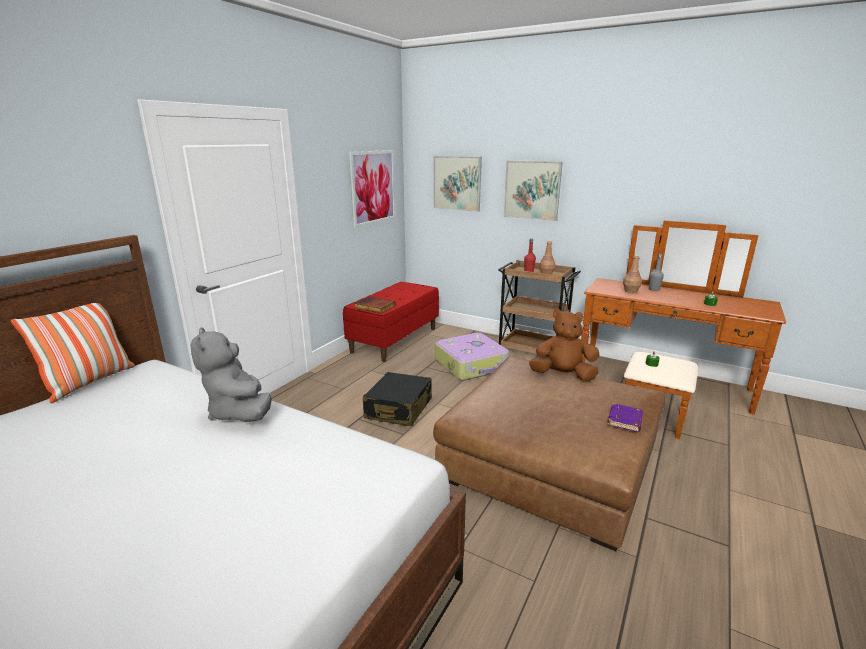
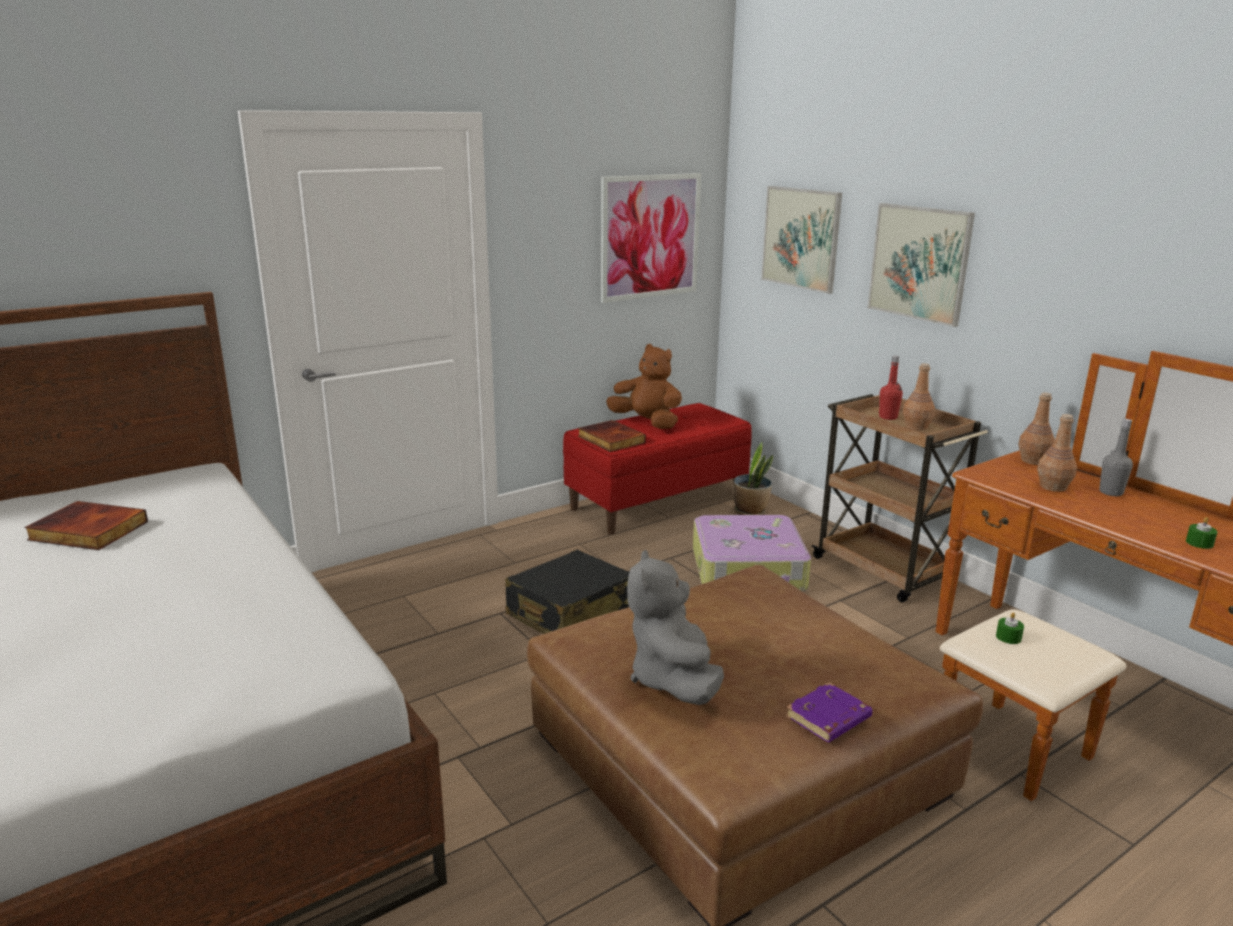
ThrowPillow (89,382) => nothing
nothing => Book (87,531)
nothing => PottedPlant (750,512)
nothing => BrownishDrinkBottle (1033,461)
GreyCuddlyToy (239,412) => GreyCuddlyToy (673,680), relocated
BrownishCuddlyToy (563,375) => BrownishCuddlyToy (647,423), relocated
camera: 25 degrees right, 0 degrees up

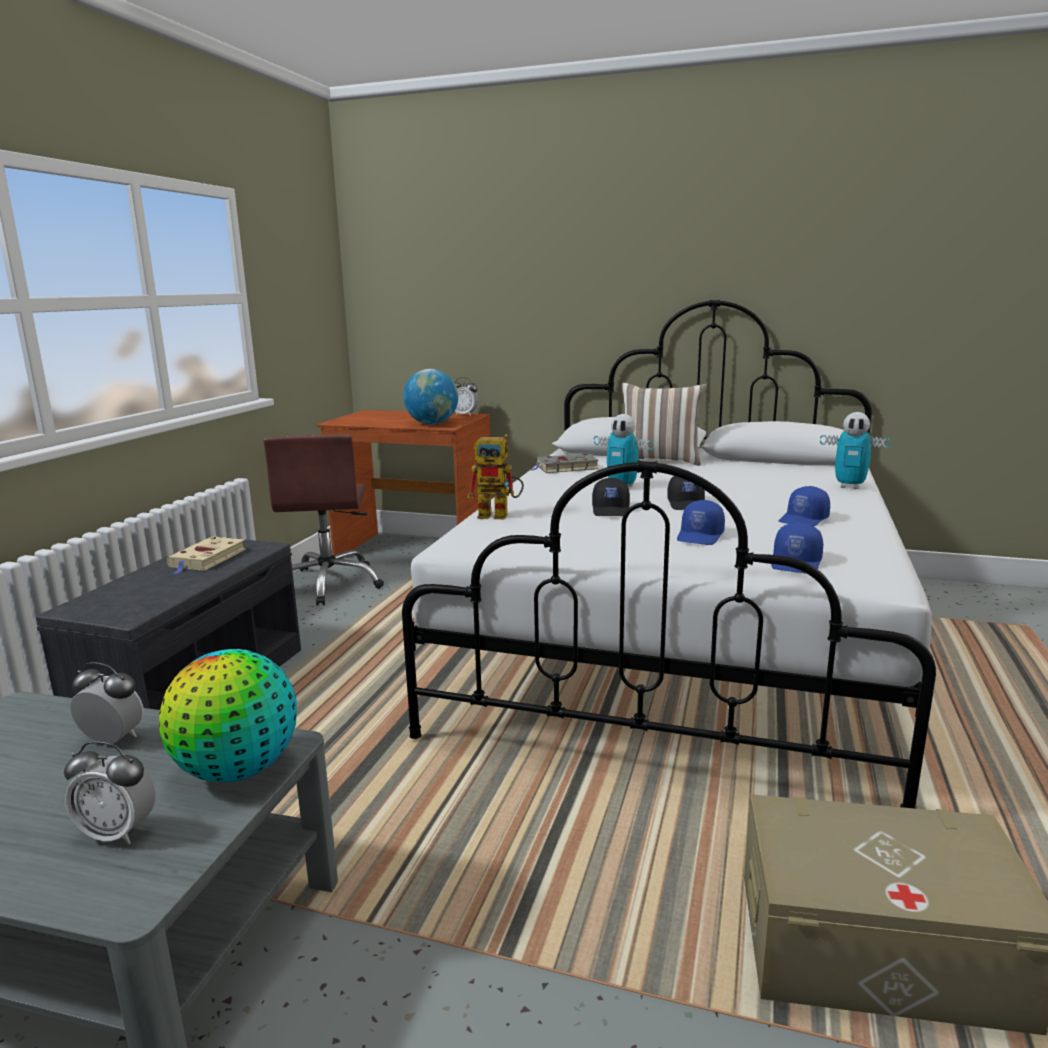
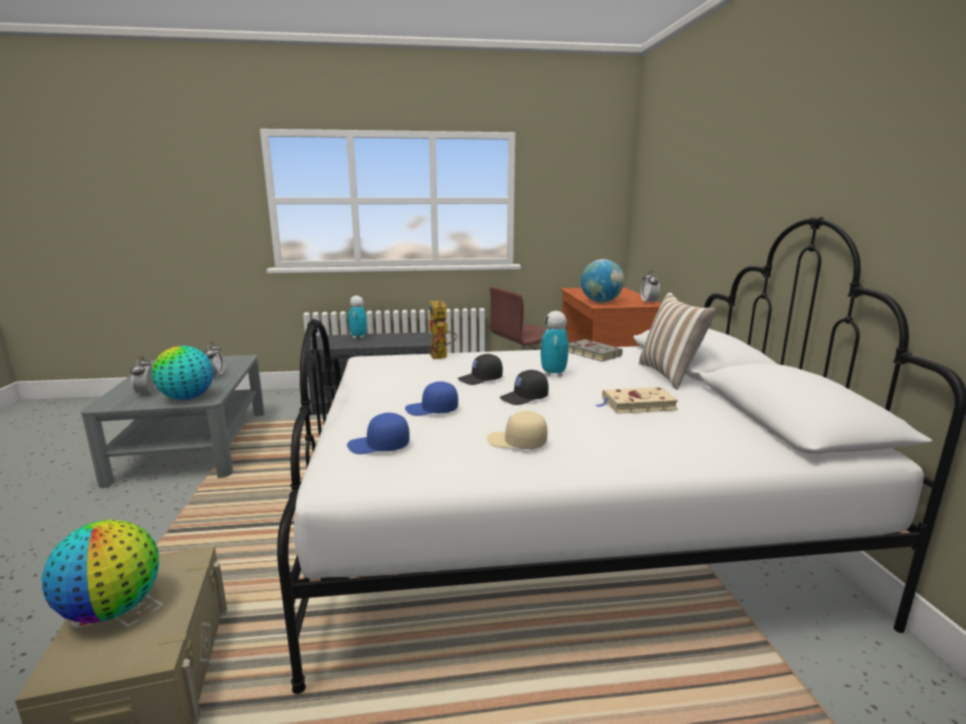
nothing => Globe (113,609)
BeigeBook (207,559) => BeigeBook (636,405), relocated
ToyRobot (849,486) => ToyRobot (358,337), relocated
BlueColouredCap (804,520) => BeigeCap (516,442)
camera: 65 degrees right, 0 degrees up

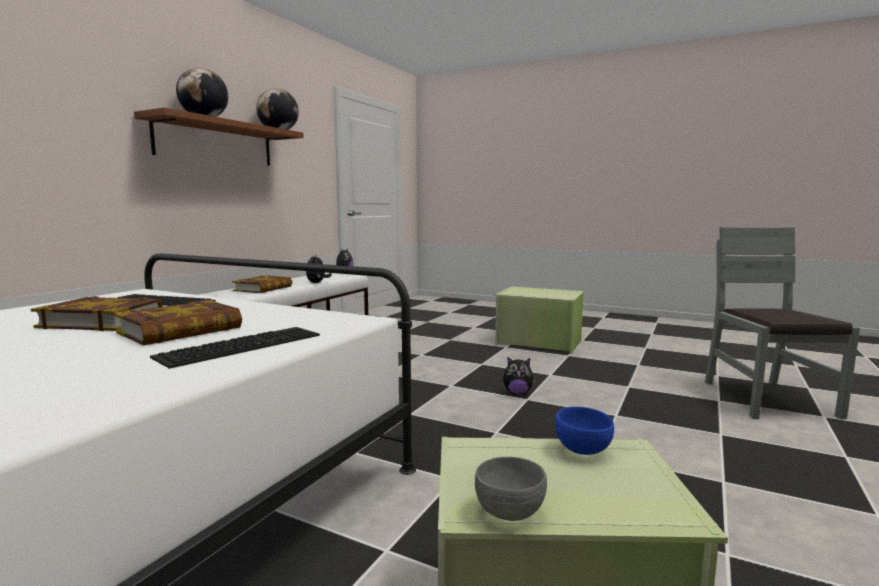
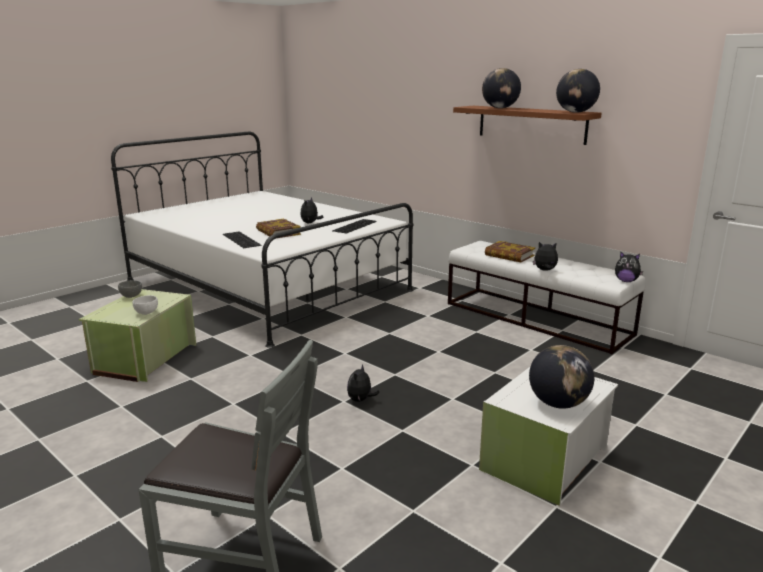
nothing => Globe (558,404)
Book (102,321) => CuddlyToy (310,223)
GreenColouredStorageBox (538,341) => WhitishStorageBox (546,460)
BlueColouredServingBowl (582,450) => WhitishServingBowl (147,313)
camera: 105 degrees right, 10 degrees up

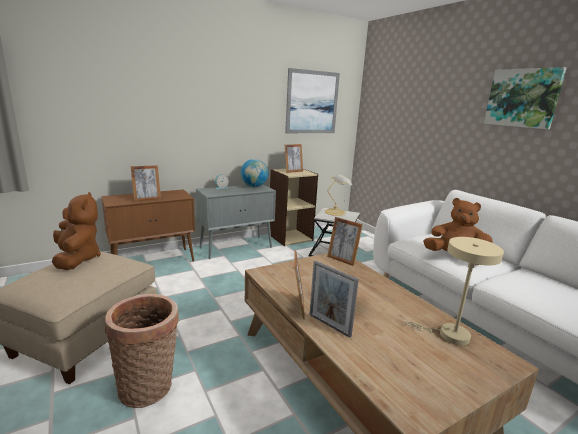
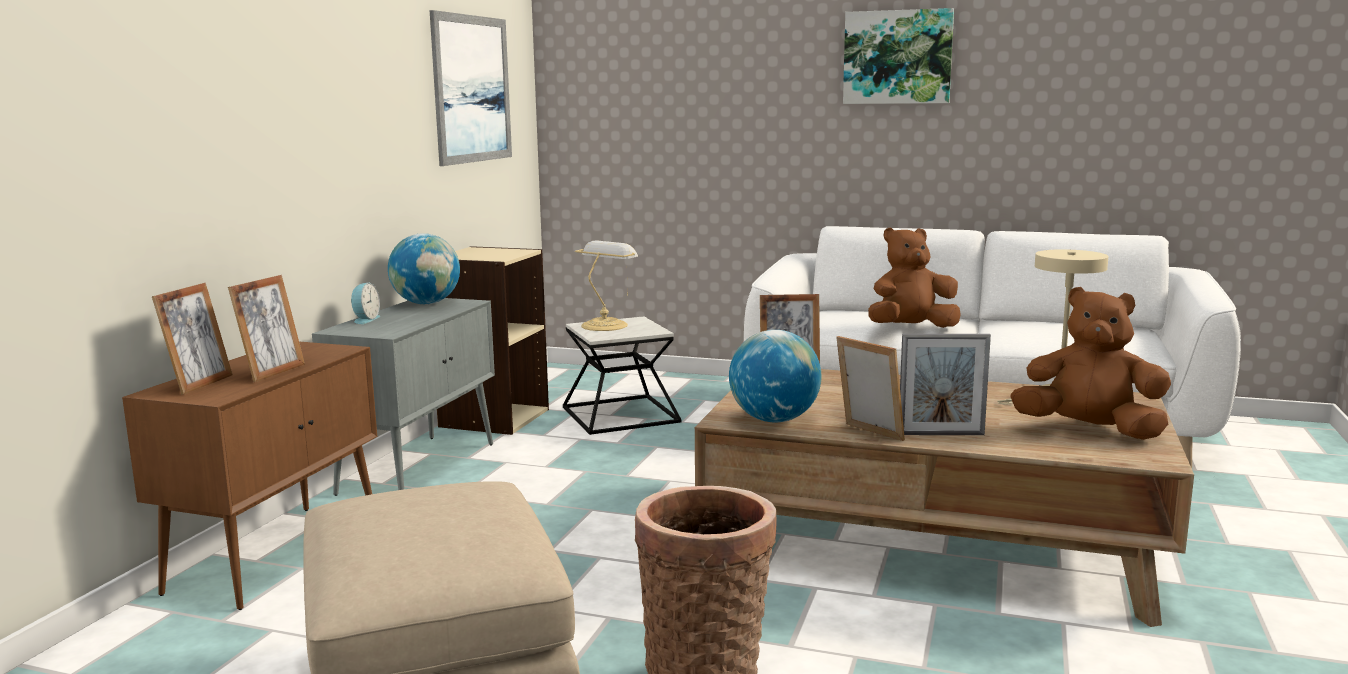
nothing => Globe (774,420)
BrownishCuddlyToy (77,259) => BrownishCuddlyToy (1089,431), relocated
StandingFrame (293,171) => StandingFrame (199,384), relocated
camera: 40 degrees left, 5 degrees down

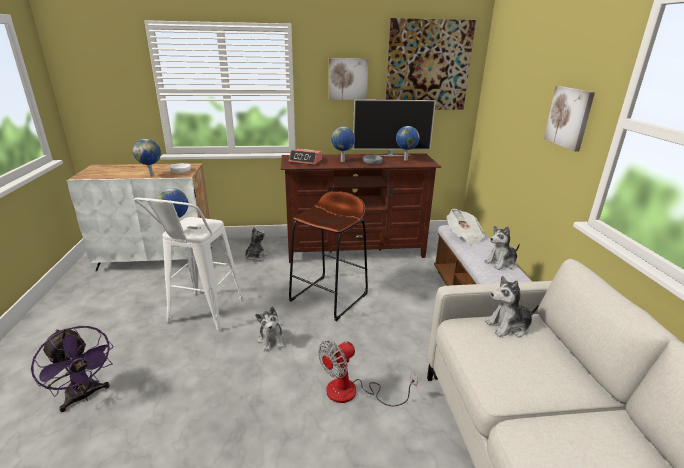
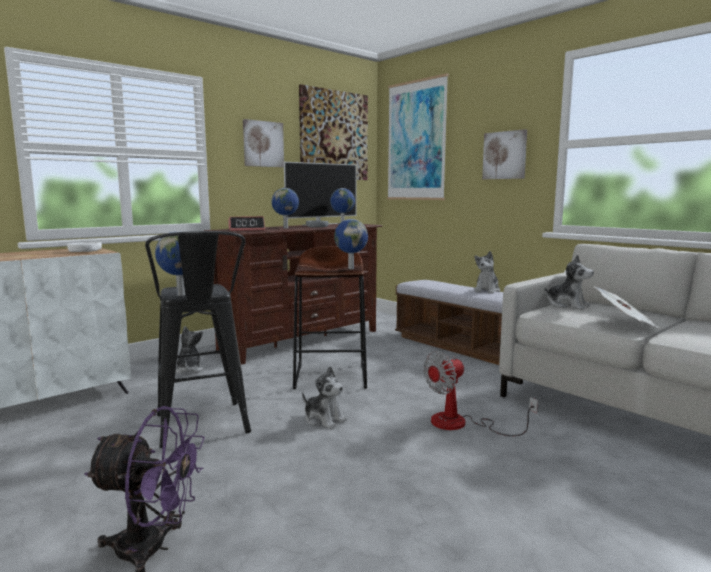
nothing => WallPicture (416,141)
Globe (151,175) => Globe (351,268), relocated
DailyPaper (464,236) => DailyPaper (625,324), relocated
WhitishSittingStool (202,315) => BlackishSittingStool (203,429)
CoolingFan (353,392) => CoolingFan (461,424), 45 degrees clockwise
CuddlyToy (508,326) => CuddlyToy (567,305), 90 degrees counterclockwise
camera: 35 degrees left, 15 degrees down

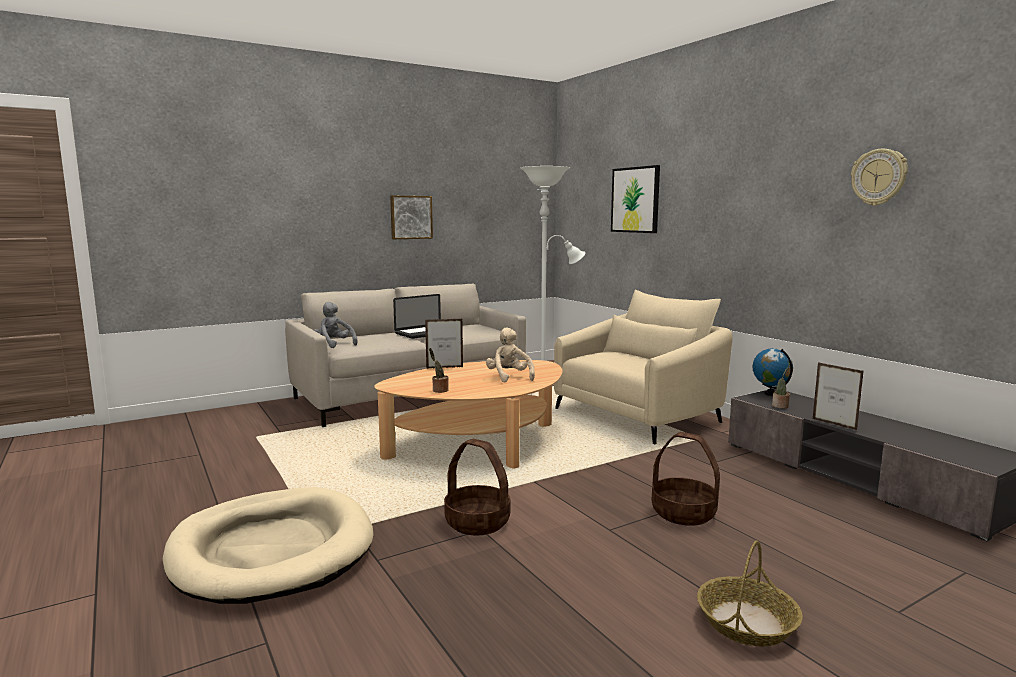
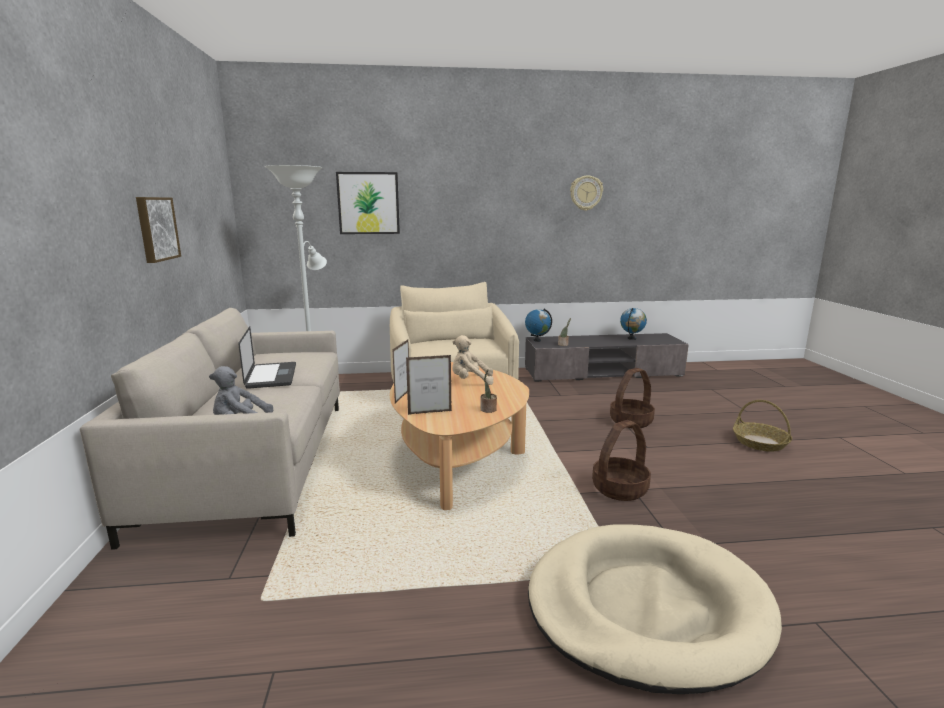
nothing => Globe (631,338)
StandingFrame (834,424) => StandingFrame (430,412), relocated
camera: 65 degrees left, 5 degrees up

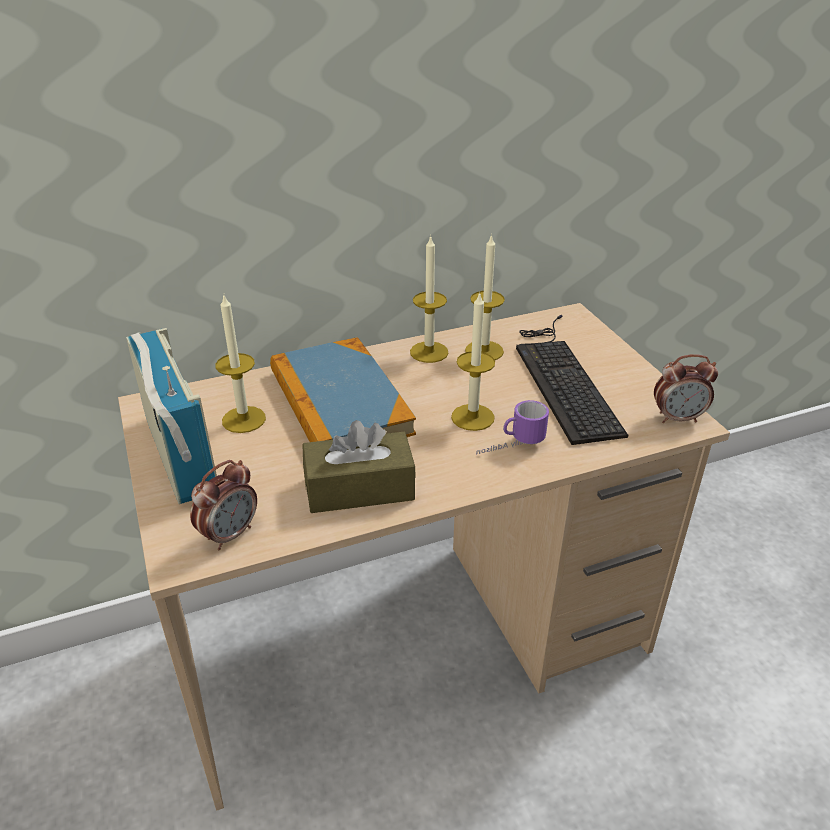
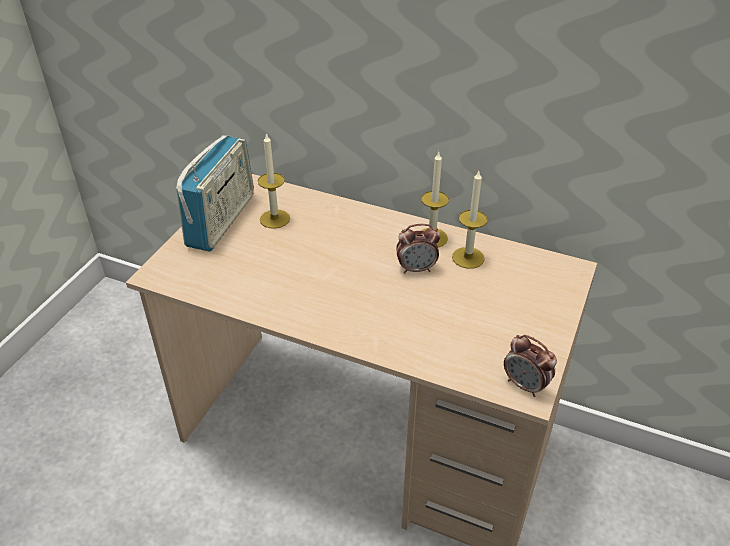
Book (339,402) => nothing
BrownishTissueBox (359,488) => nothing
WaxCandle (472,417) => nothing
Mug (509,447) => nothing
Keyboard (562,377) => nothing
AlarmClock (230,534) => AlarmClock (416,269), relocated
camera: 45 degrees right, 5 degrees up

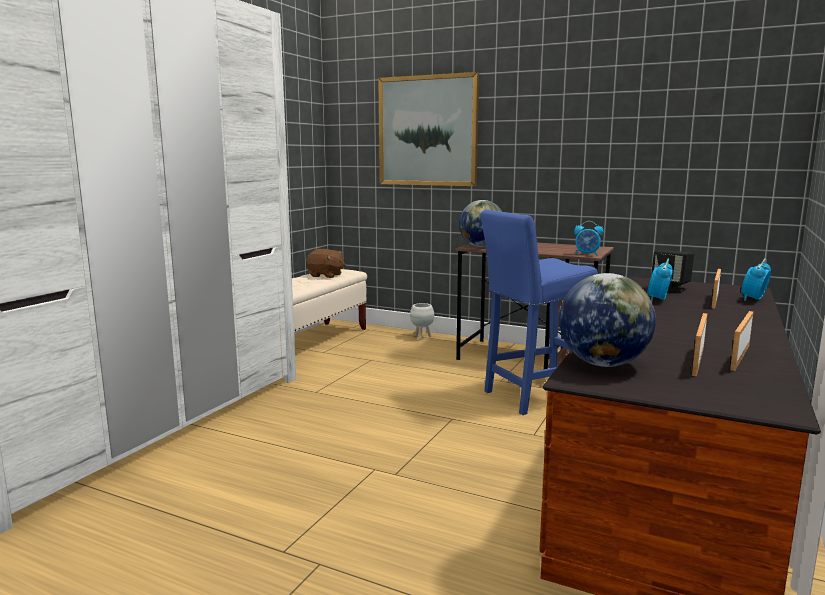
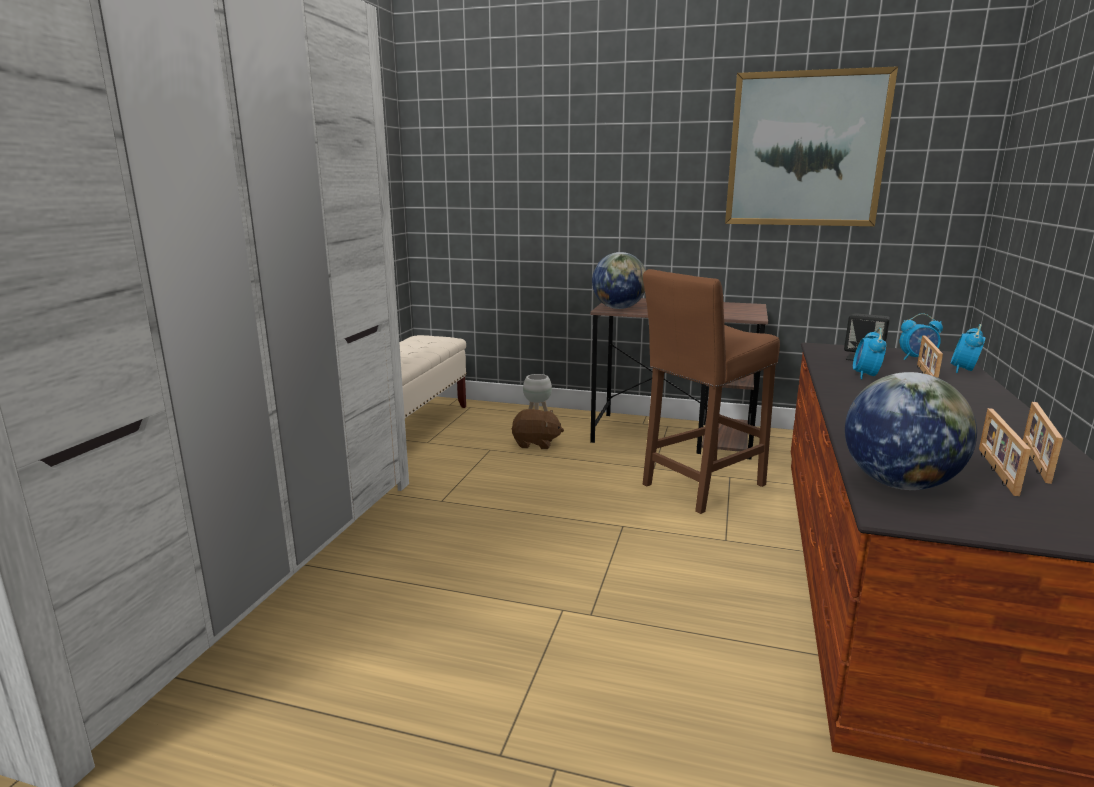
BrownishCuddlyToy (326,275) => BrownishCuddlyToy (536,443), relocated
WallPicture (427,131) => WallPicture (805,150), relocated
AlarmClock (587,254) => AlarmClock (917,359), relocated
BlueColouredSittingStool (532,396) => BrownishSittingStool (699,487)
camera: 10 degrees left, 5 degrees up

